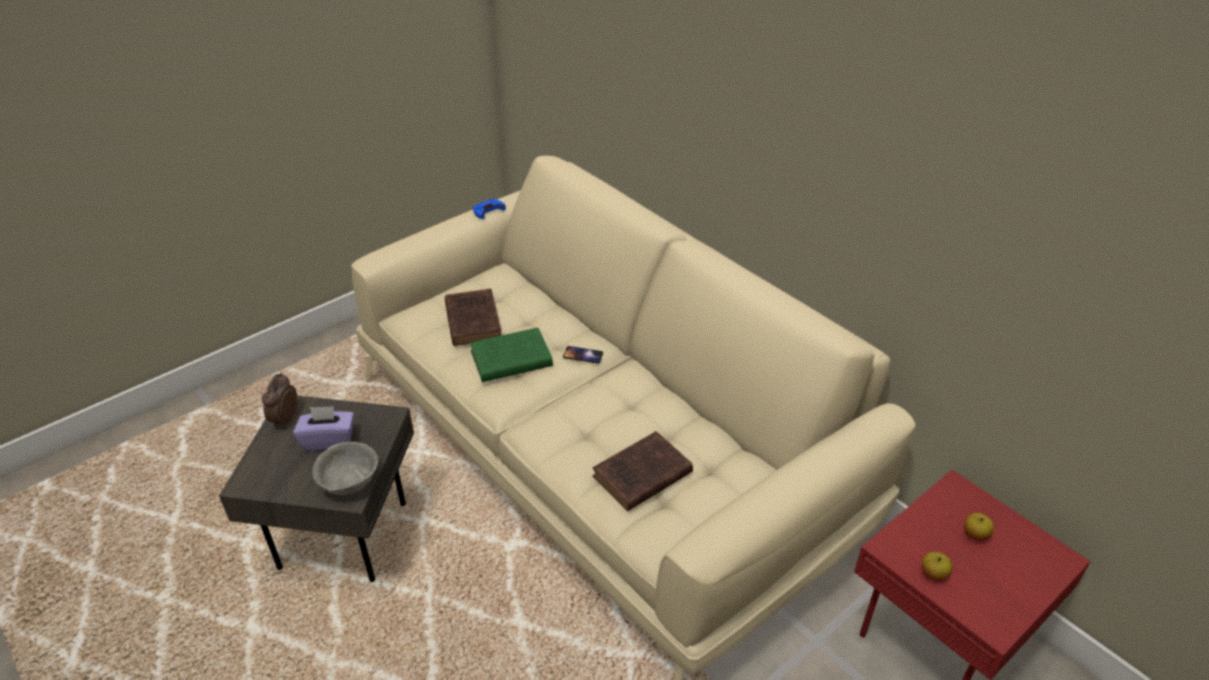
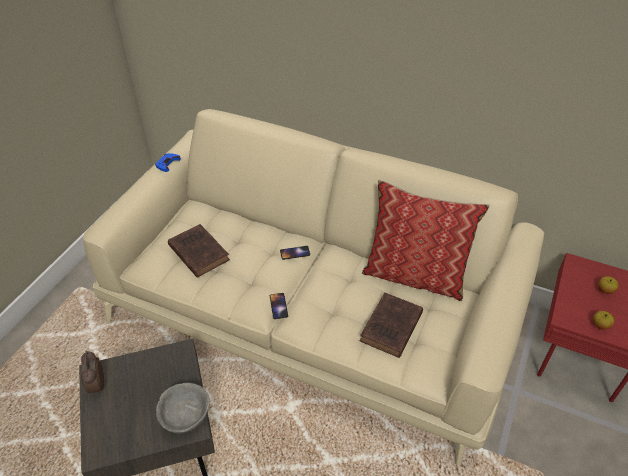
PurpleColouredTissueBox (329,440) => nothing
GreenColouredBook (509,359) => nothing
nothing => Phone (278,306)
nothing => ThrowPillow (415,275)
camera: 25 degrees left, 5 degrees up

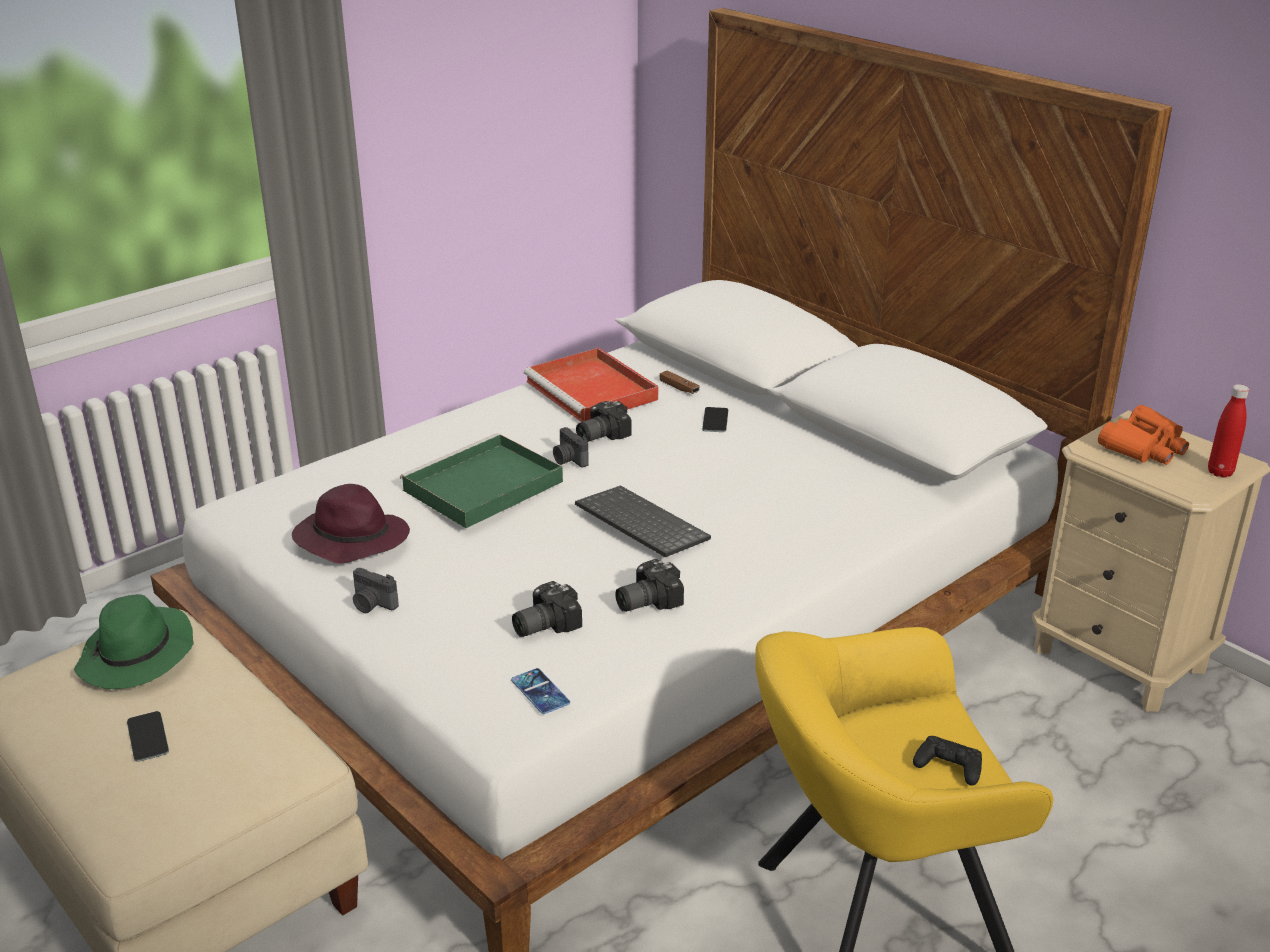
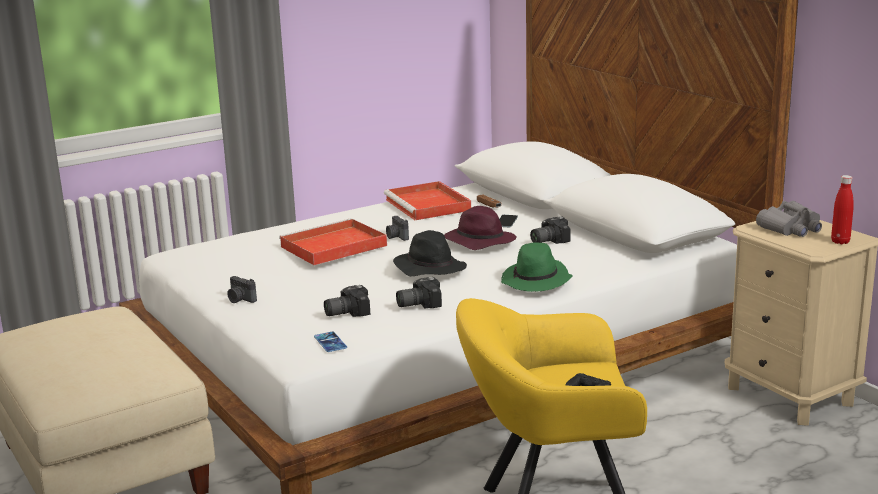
Phone (148,737) => nothing
GreenColouredClothingHat (137,656) => GreenColouredClothingHat (536,281), relocated
PurpleColouredClothingHat (350,539) => PurpleColouredClothingHat (479,242), relocated
StillCamera (599,435) => StillCamera (547,241), relocated
Keyboard (638,524) => BlackishClothingHat (429,268)
GreenColouredServingTray (481,487) => ReddishServingTray (332,247)
OrangeColouredPairOfBinoculars (1143,447) => GreyPairOfBinoculars (791,228)
camera: 10 degrees right, 10 degrees down

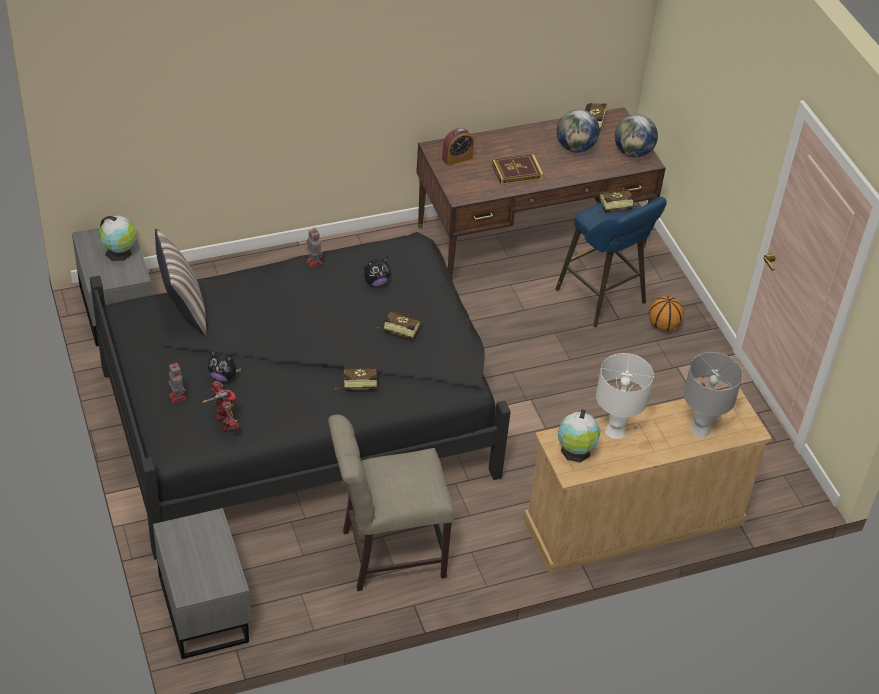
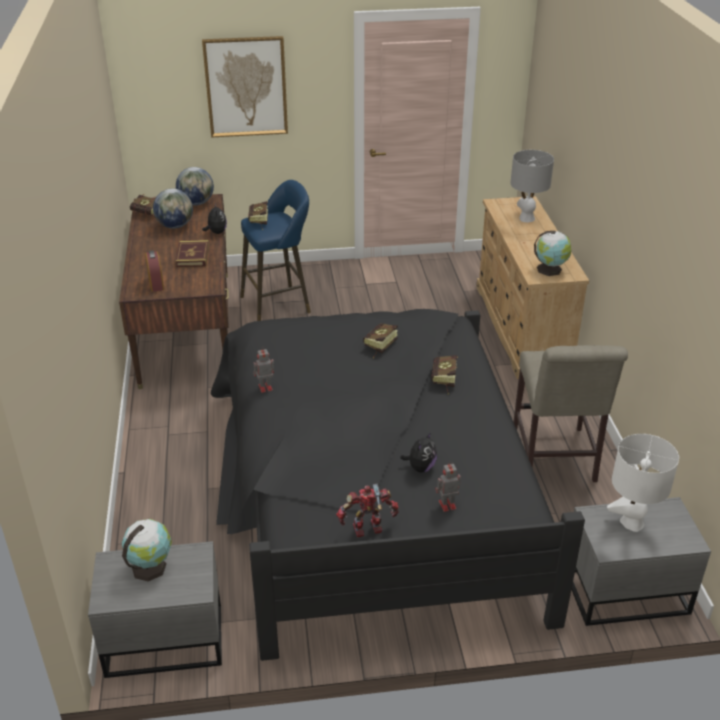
ThrowPillow (183,310) => nothing
BasketballBall (663,325) => nothing
nothing => WallPicture (246,87)
ToyRobot (225,423) => ToyRobot (368,530), relocated
CuddlyToy (376,282) => CuddlyToy (216,232), relocated
WhitishTableLamp (615,430) => WhitishTableLamp (631,522), relocated
camera: 75 degrees left, 10 degrees down

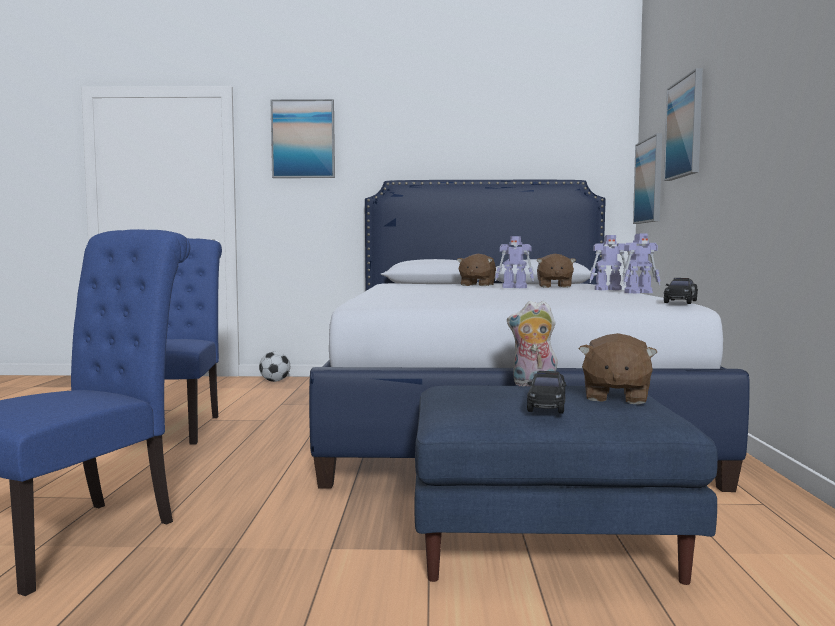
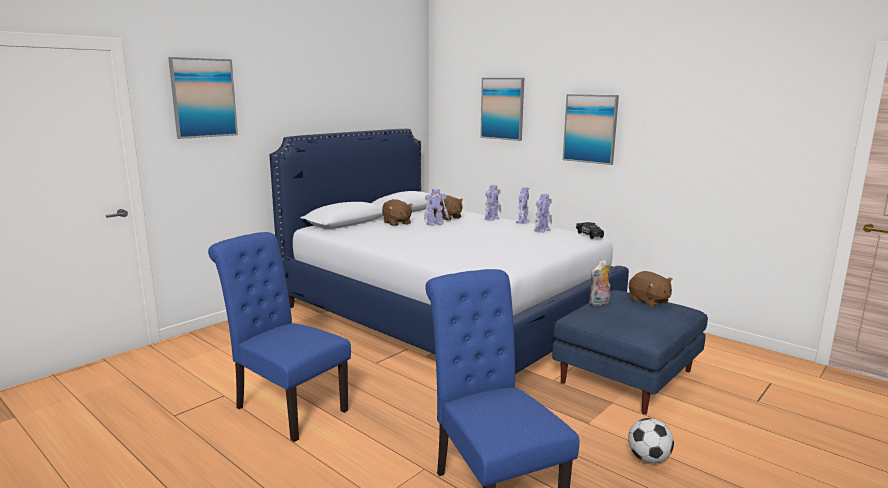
BlackishMiniatureCar (547,405) => nothing
nothing => ToyRobot (542,230)
BallForFootball (275,381) => BallForFootball (648,459), relocated
WallPicture (649,181) => WallPicture (590,128), relocated
camera: 50 degrees left, 10 degrees up

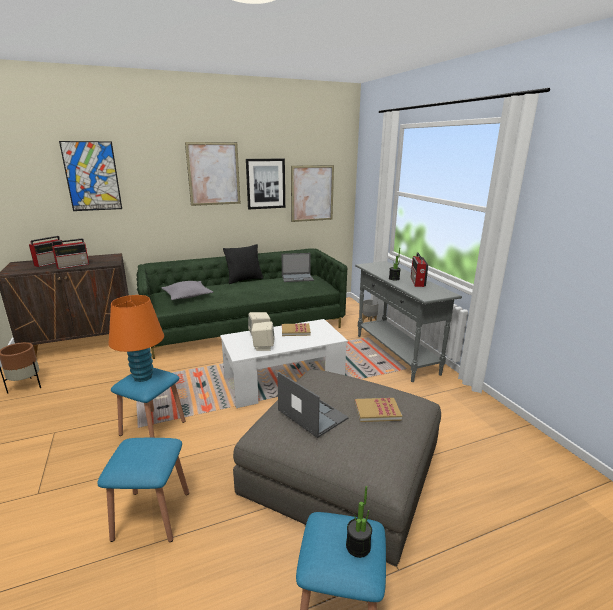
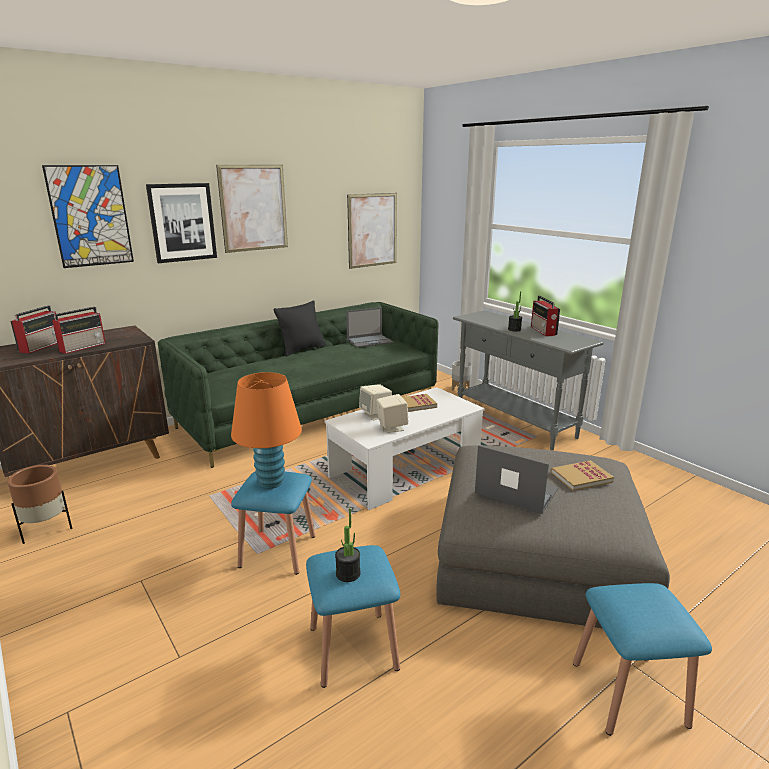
GreyThrowPillow (187,296) => nothing
WallPicture (265,183) => WallPicture (182,222), relocated
PottedPlant (358,546) => PottedPlant (348,574), relocated
camera: 15 degrees left, 0 degrees up

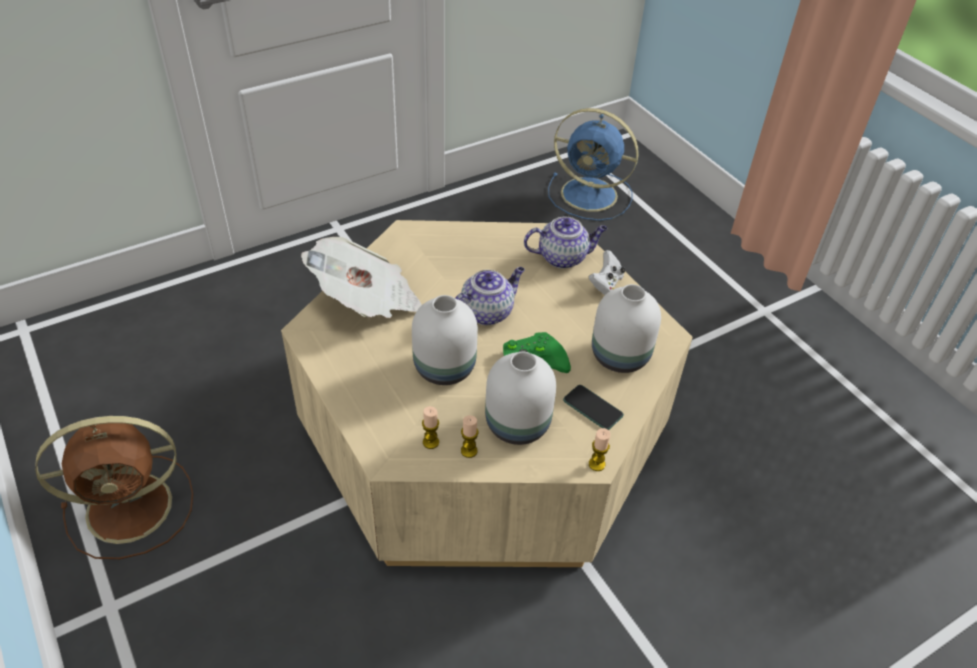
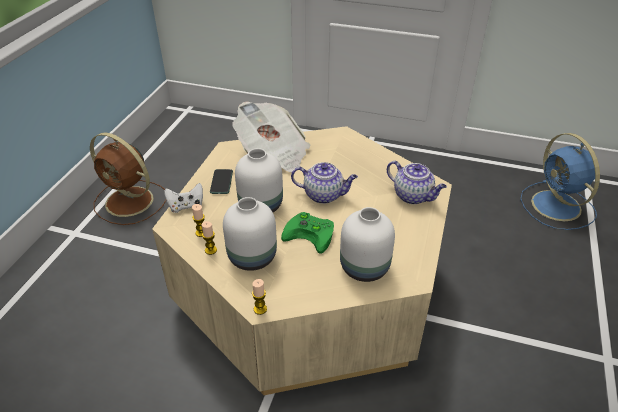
Phone (592,408) => Phone (221,182), relocated
WhitishGamepad (605,284) => WhitishGamepad (186,206), relocated
camera: 50 degrees right, 5 degrees down

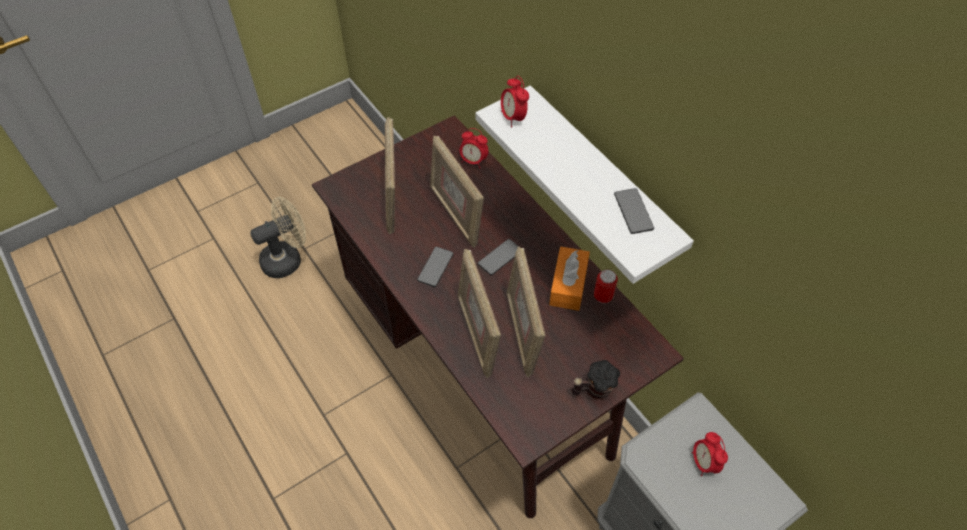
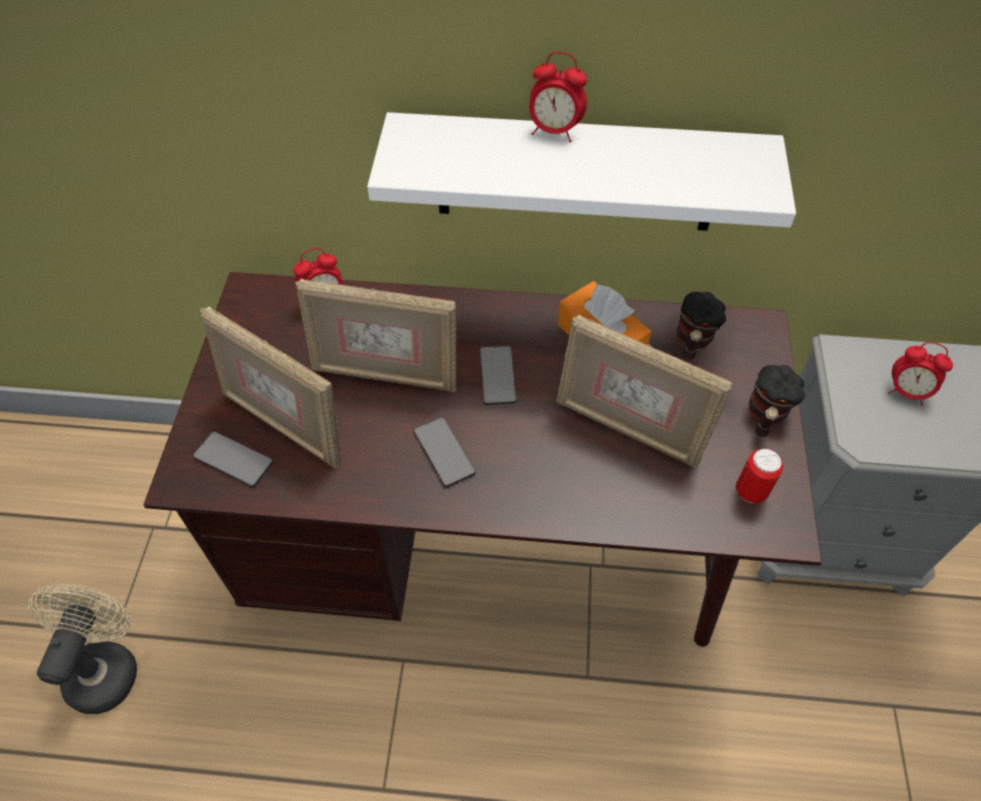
StandingFrame (477,334) => nothing
nothing => Mug (692,342)
AlarmClock (513,118) => AlarmClock (554,131), relocated
Can (603,296) => Can (750,492), relocated
Phone (633,211) => Phone (233,460), relocated
camera: 50 degrees left, 0 degrees up

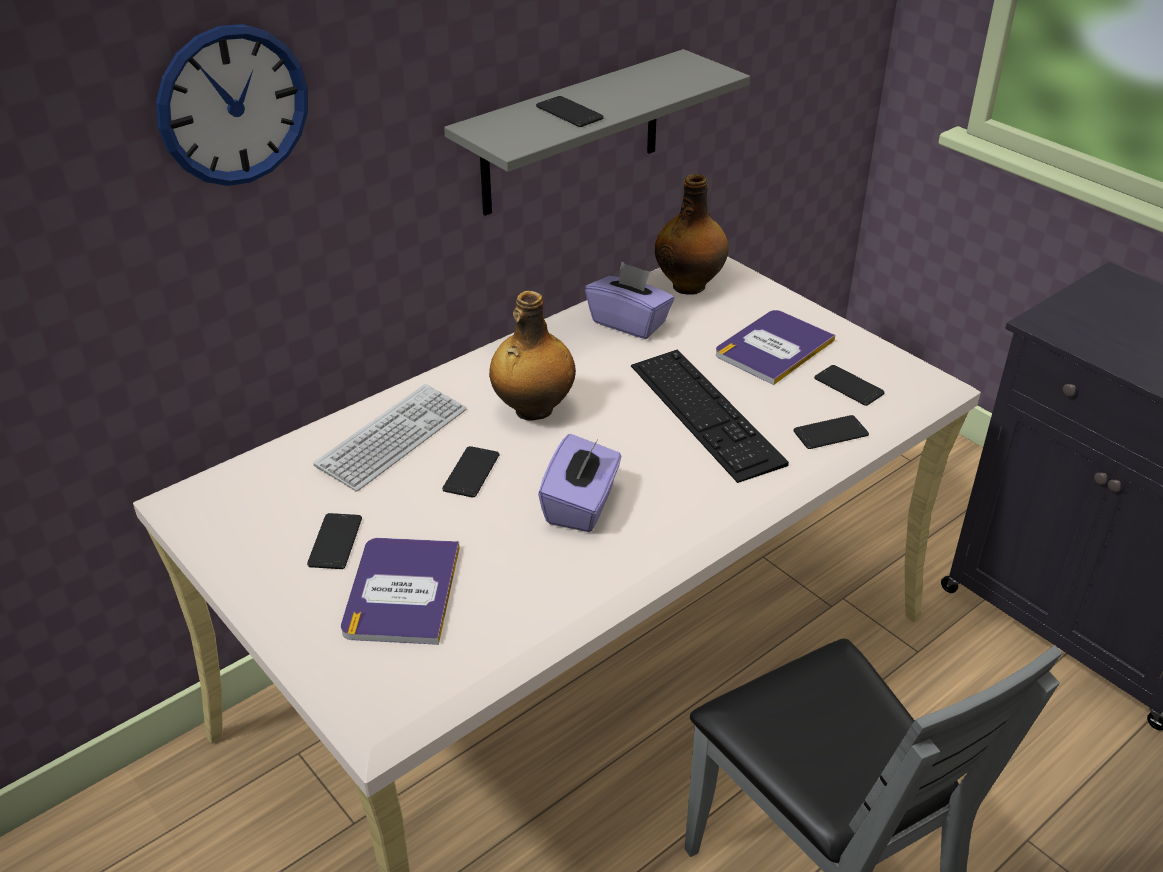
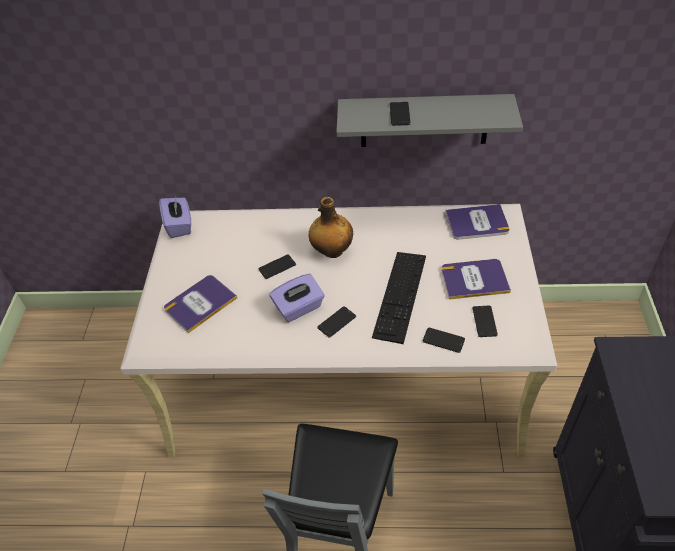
ClockOnTheWall (233,106) => nothing
Keyboard (393,439) => nothing
Phone (335,542) => Phone (336,322), relocated
PurpleColouredTissueBox (629,322) => PurpleColouredTissueBox (179,225), relocated
DrinkBottle (690,285) => Book (477,223)
camera: 45 degrees right, 10 degrees up

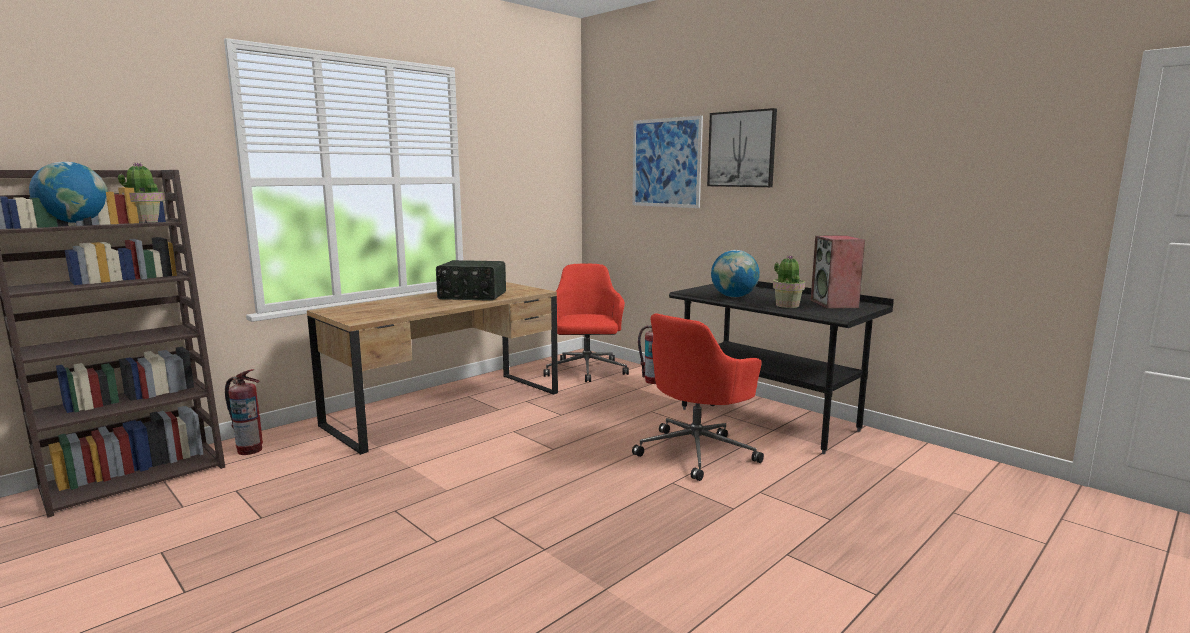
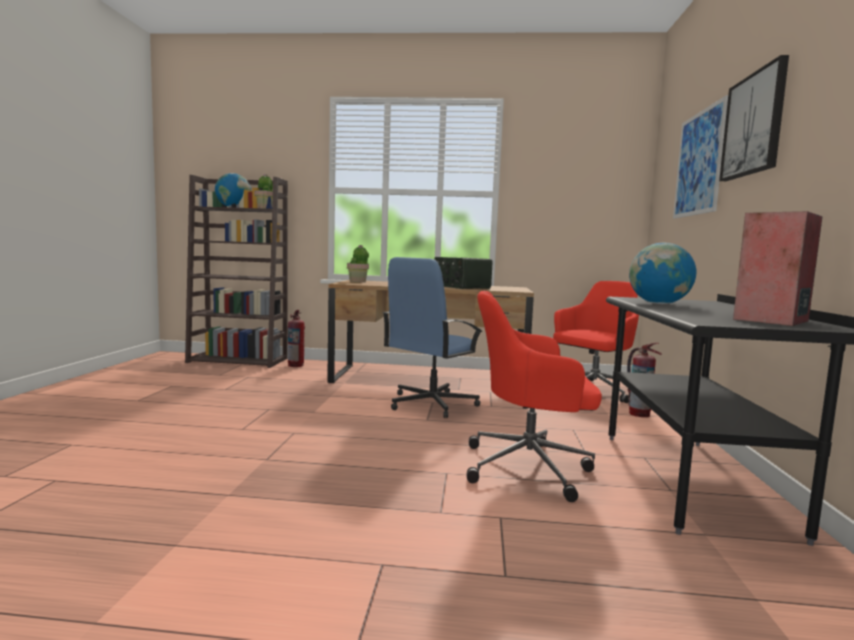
nothing => BlueColouredOfficeChair (431,404)
PottedPlant (787,305) => PottedPlant (358,281), relocated
camera: 50 degrees right, 5 degrees down

